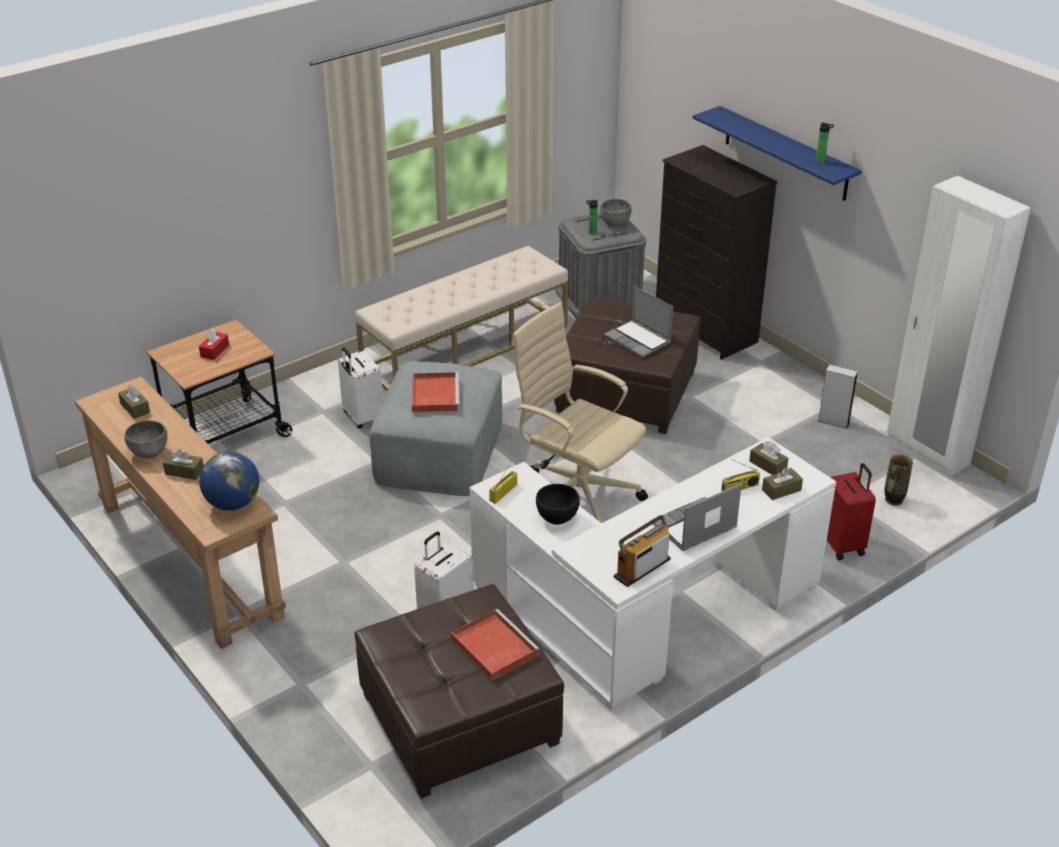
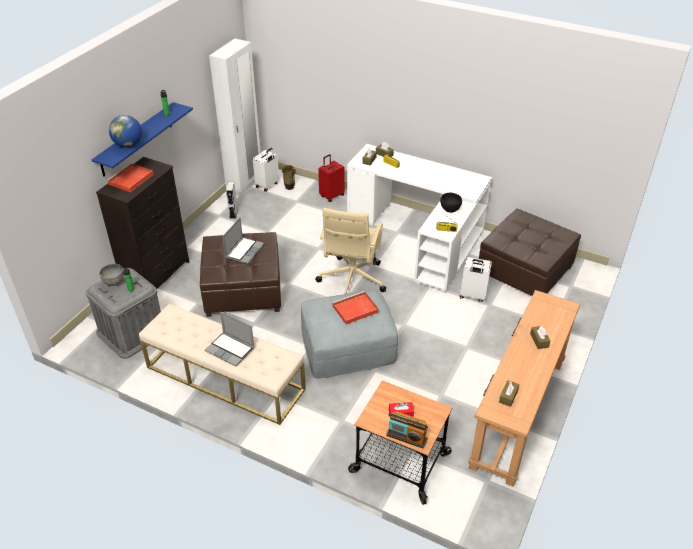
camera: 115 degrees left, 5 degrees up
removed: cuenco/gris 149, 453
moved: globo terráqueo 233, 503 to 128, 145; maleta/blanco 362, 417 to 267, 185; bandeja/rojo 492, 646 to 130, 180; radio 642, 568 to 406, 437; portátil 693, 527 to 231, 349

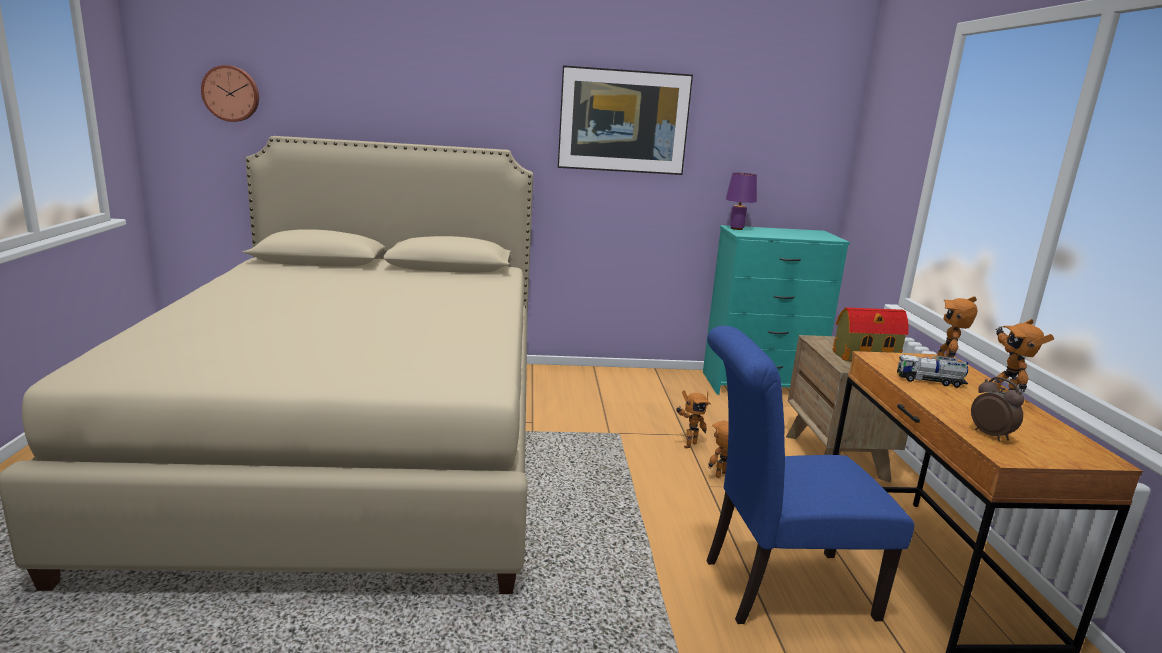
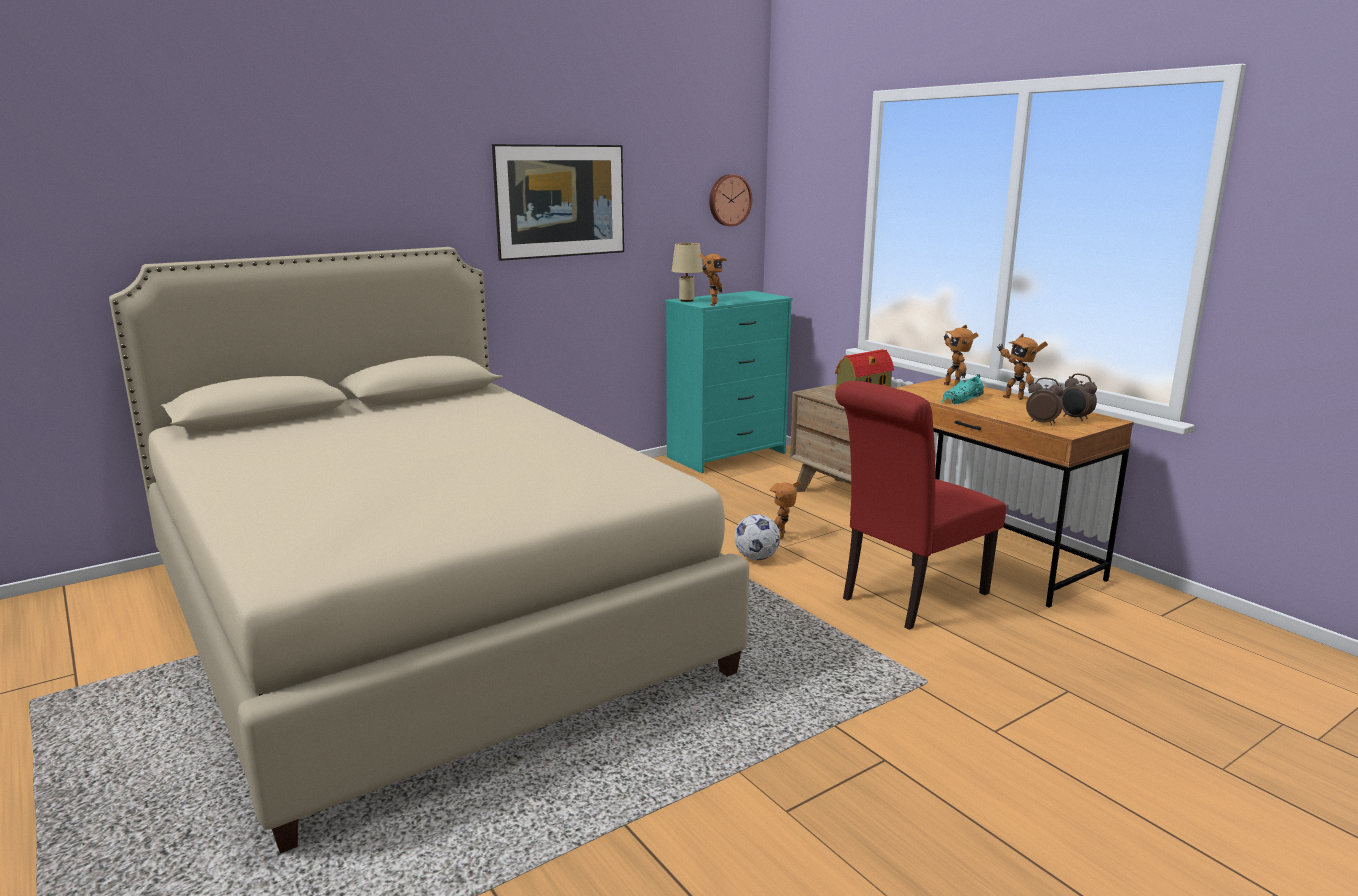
camera: 30 degrees left, 0 degrees up
added: balón de fútbol 756, 558; despertador 1075, 418
moved: reloj de pared 231, 93 to 729, 200; robot de juguete 688, 444 to 711, 304
replaced: camión de juguete 930, 381 to zapato/turquesa 962, 398
recoloured: silla/azul 777, 587 to silla/rojo 908, 598; lámpara de mesa/morado 736, 228 to lámpara de mesa/beis 686, 300

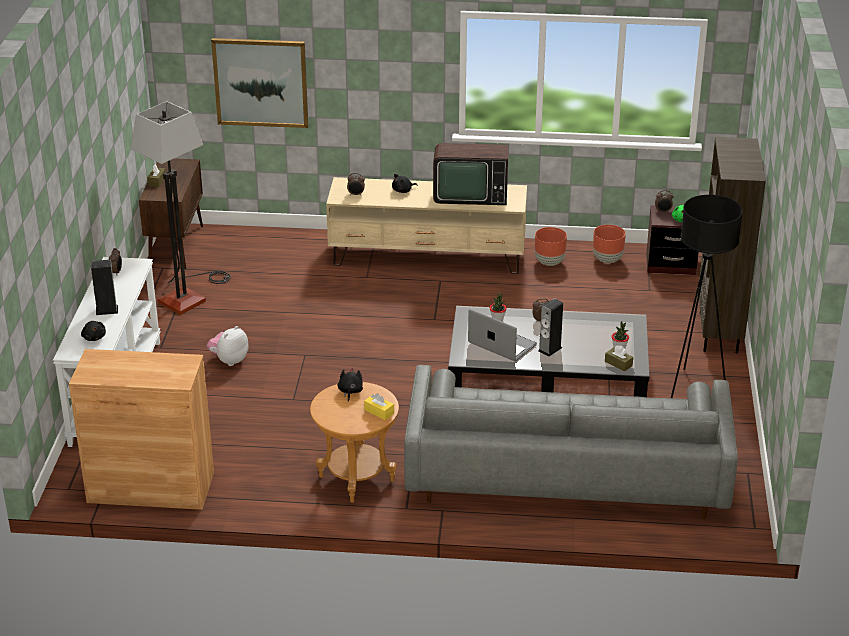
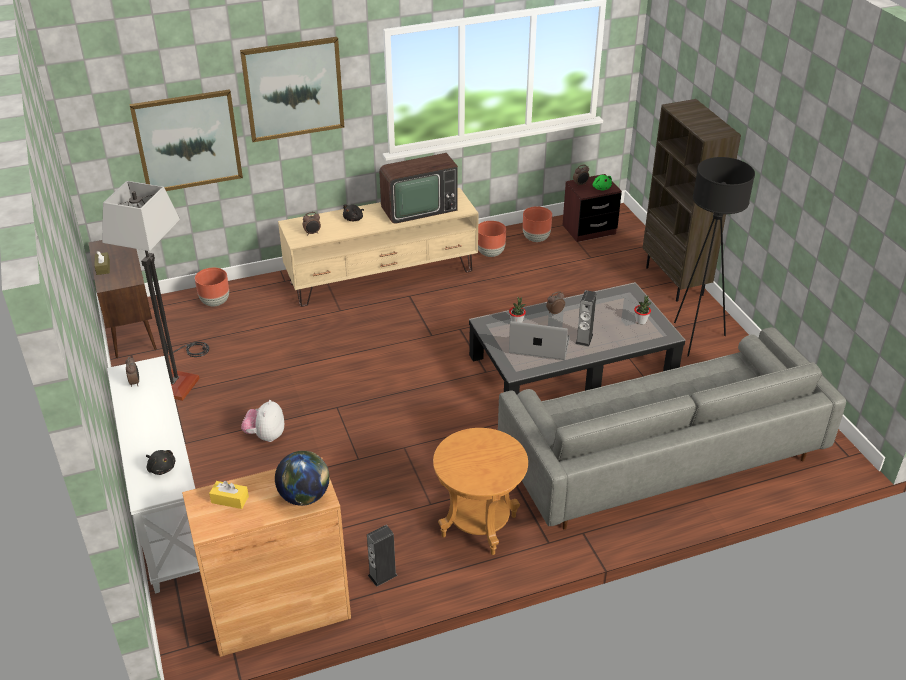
camera: 25 degrees left, 5 degrees up
removed: peluche/negro 350, 391; caja de pañuelos/marrón 618, 363
added: maceta/marrón 215, 302; cuadro 293, 89; globo terráqueo 304, 497
moved: altavoz 107, 310 to 382, 575; caja de pañuelos/amarillo 379, 411 to 230, 499

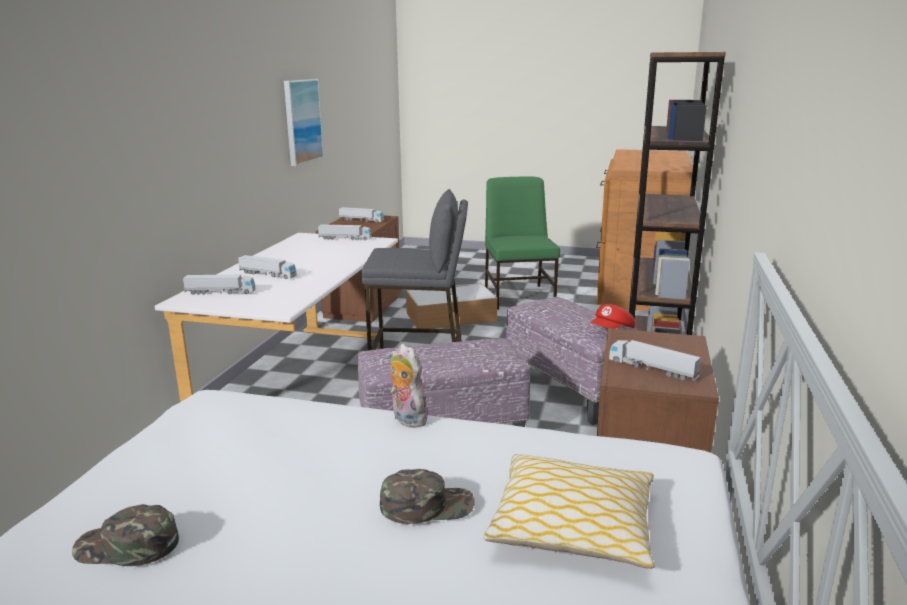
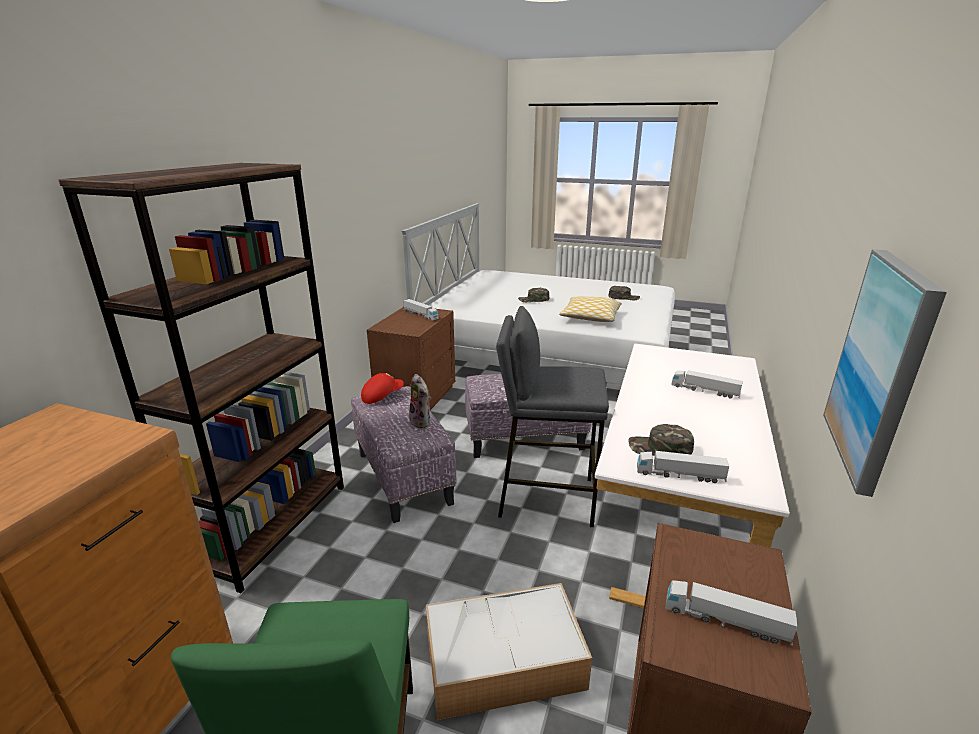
camera: 175 degrees left, 5 degrees up
removed: camión de juguete 220, 292
added: gorra/verde 660, 448
moved: peluche 406, 419 to 422, 422; cojín 573, 526 to 590, 317

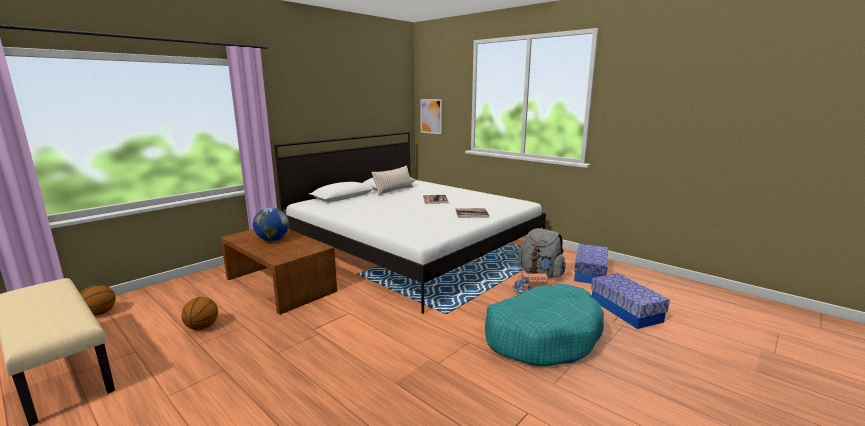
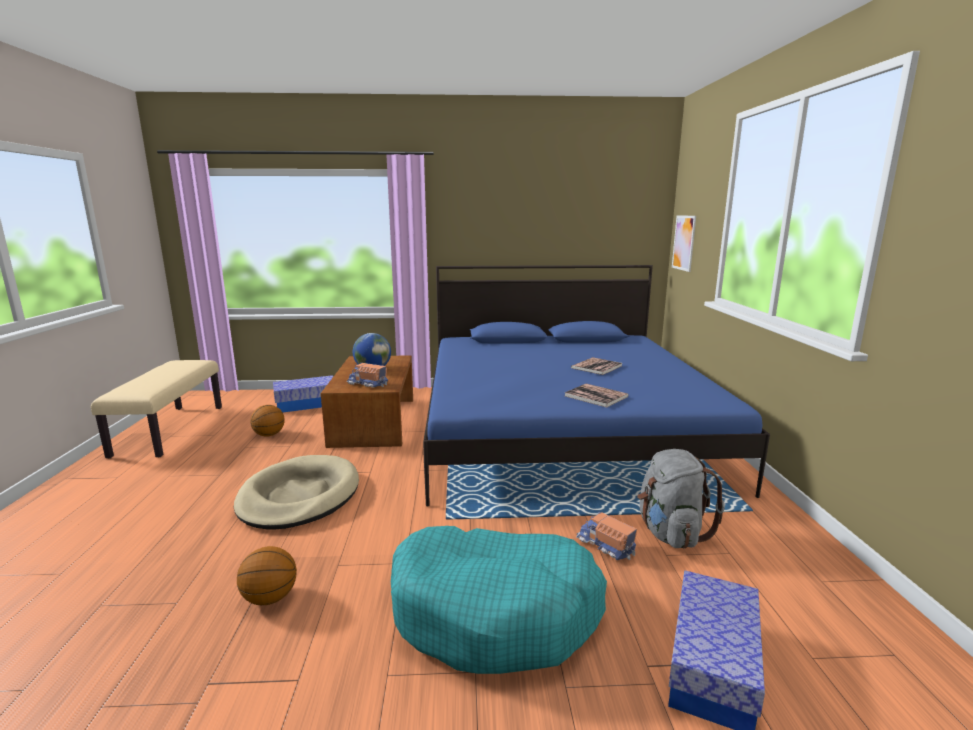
camera: 45 degrees right, 0 degrees up
removed: cojín/beis 393, 191
added: cama para perro/beis 299, 496; camión de juguete 367, 384
moved: balón de baloncesto 99, 313 to 270, 598; caja de almacenaje 590, 273 to 307, 404
recoloured: cama/blanco 414, 248 to cama/azul 562, 430

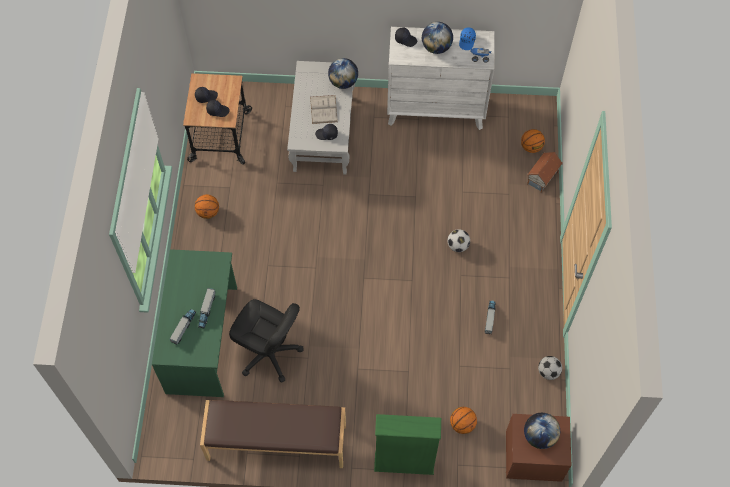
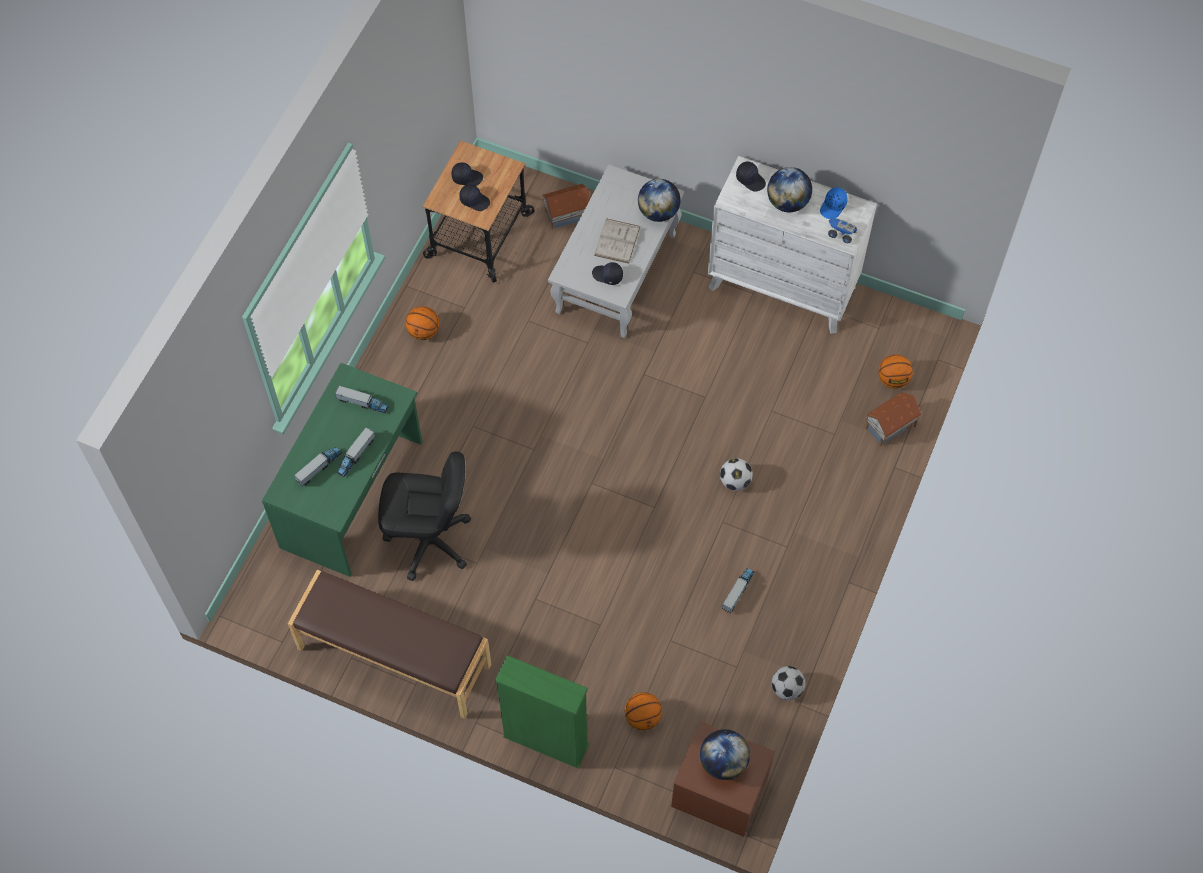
camera: 20 degrees right, 0 degrees up
added: camión de juguete 362, 403; casita 567, 216
turned: silla de oficina/negro 269, 353 = 429, 541 45 degrees counterclockwise

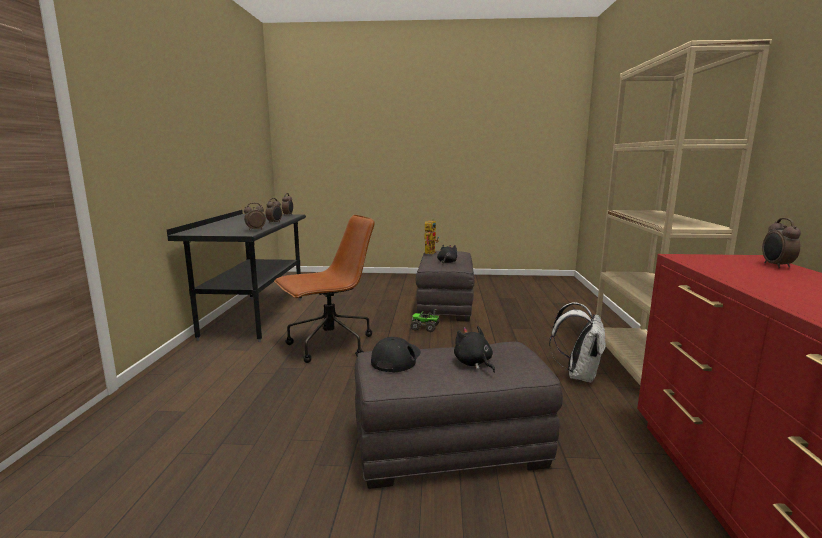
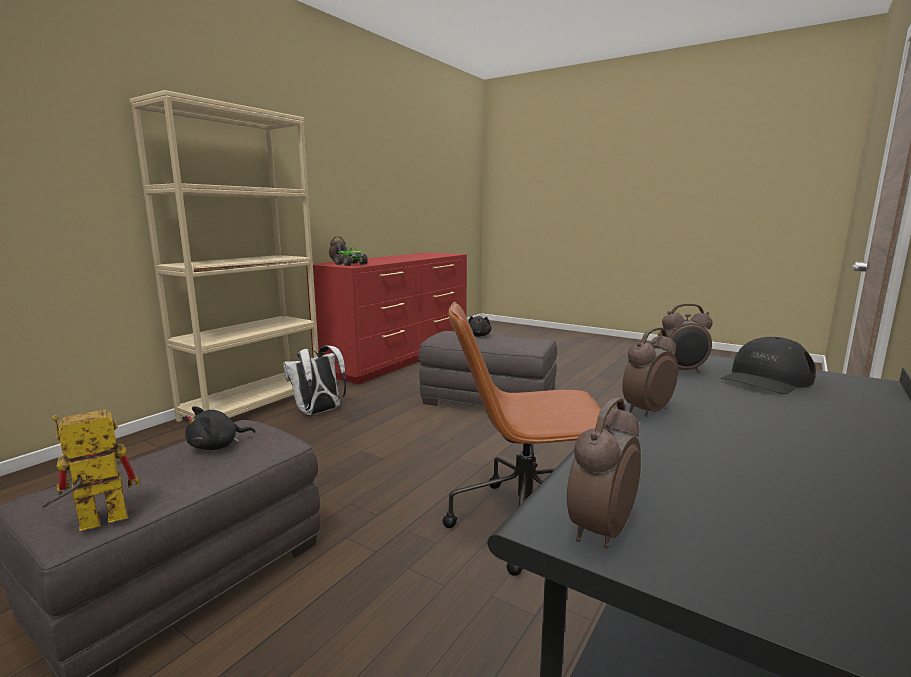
camera: 150 degrees left, 0 degrees up
moved: gorra/negro 396, 359 to 766, 379; camión de juguete 425, 327 to 350, 264

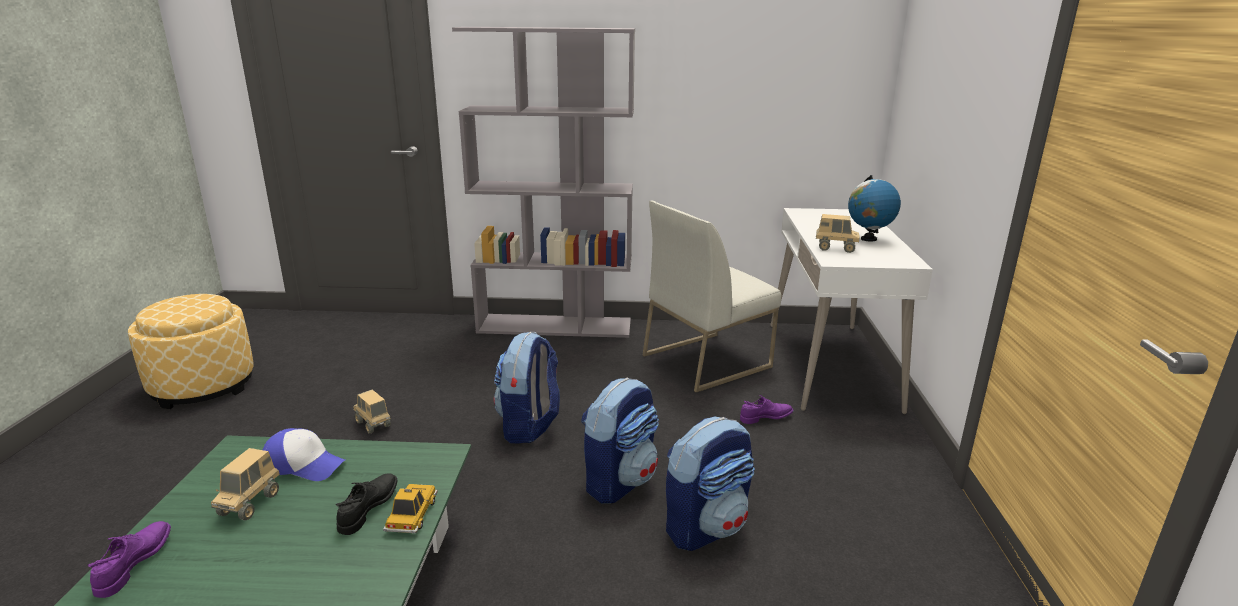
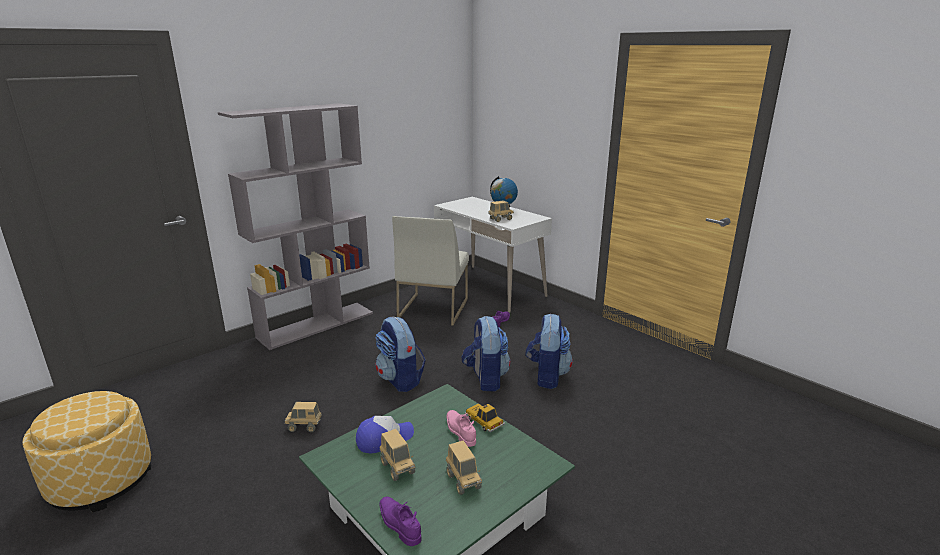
camera: 45 degrees left, 0 degrees up
added: camión de juguete 463, 481
recoloured: zapato/negro 368, 508 to zapato/rosa 460, 432

